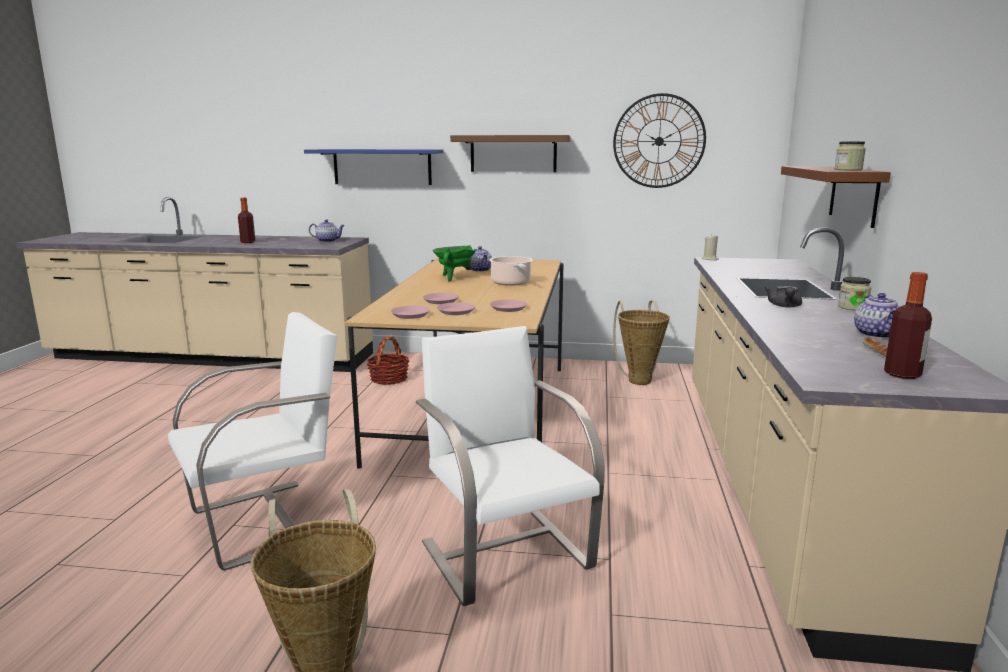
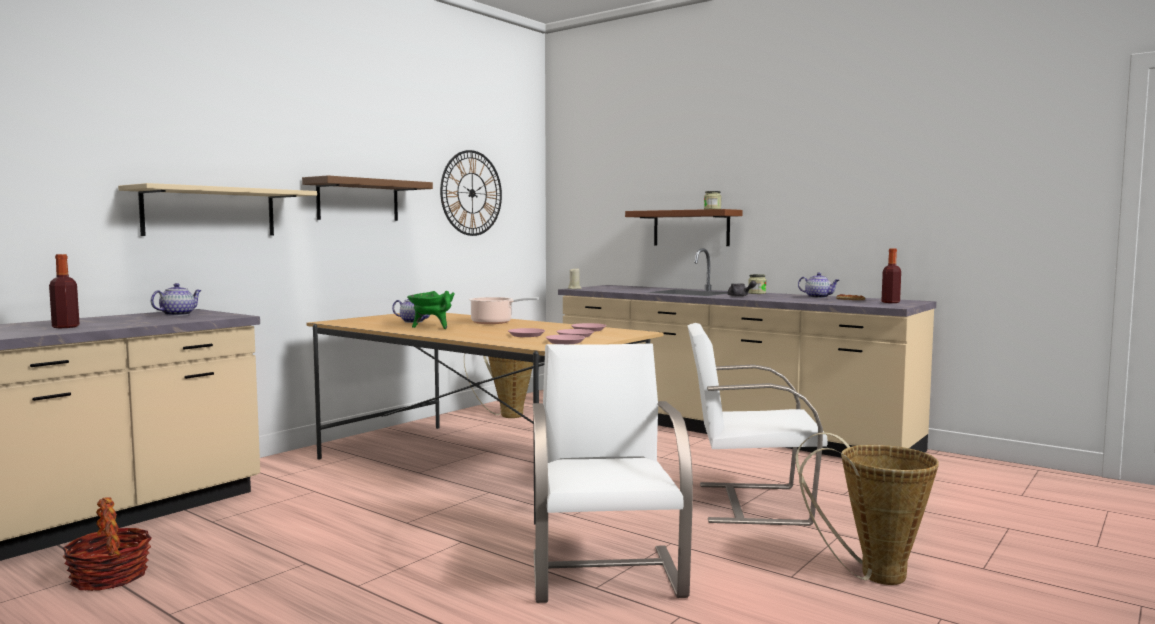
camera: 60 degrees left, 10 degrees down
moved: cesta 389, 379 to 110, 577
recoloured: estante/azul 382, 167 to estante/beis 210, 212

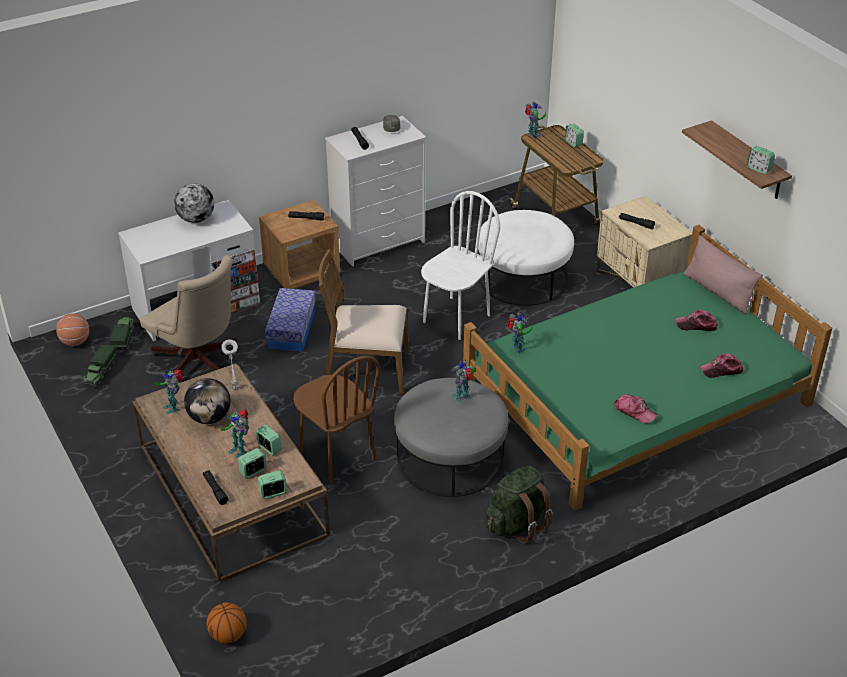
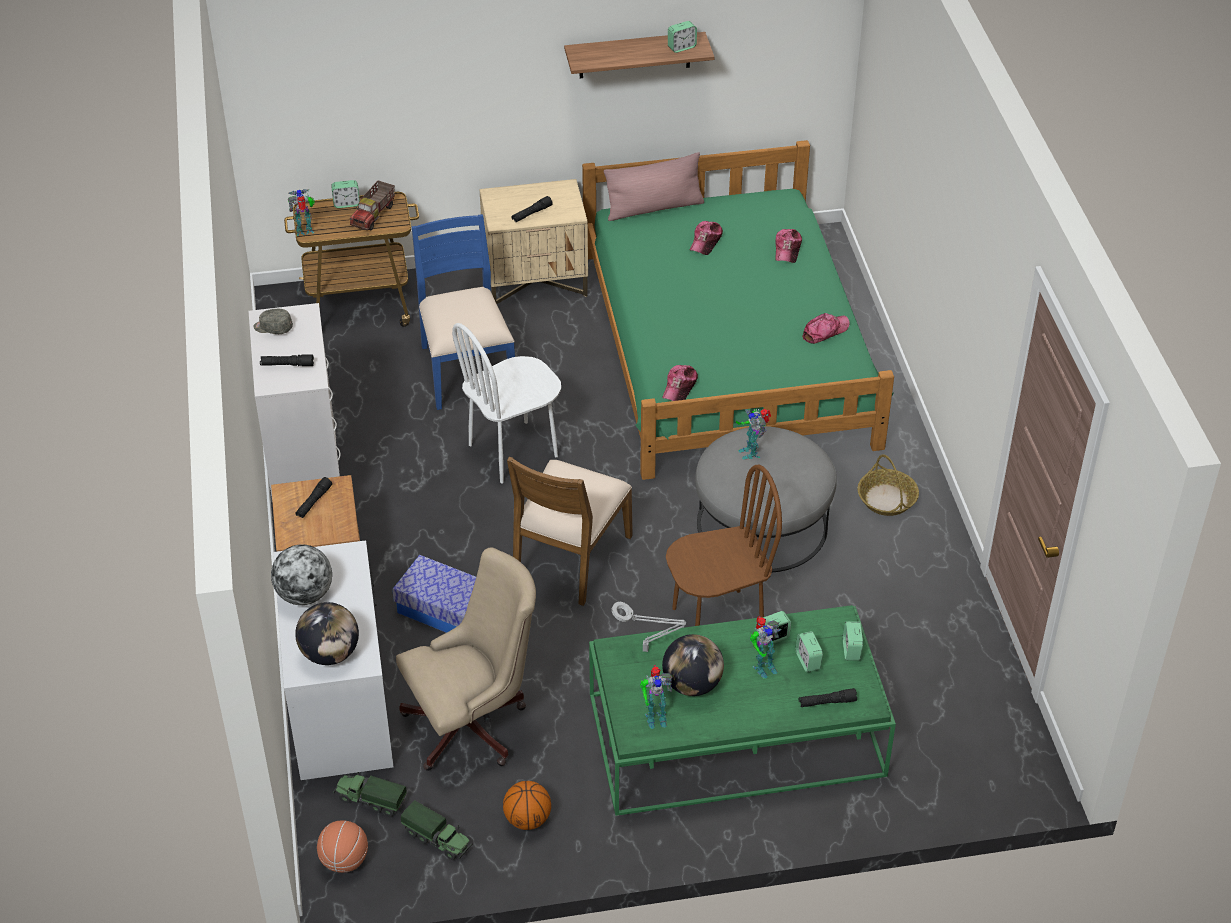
camera: 70 degrees left, 5 degrees up
added: globo terráqueo 330, 654; camión de juguete 374, 215
moved: balón de baloncesto 228, 635 to 527, 819
replaced: puf/blanco 523, 277 to silla/azul 466, 370; mochila/verde 517, 524 to cesta 887, 499; robot de juguete 517, 349 to gorra 680, 387
recoloured: mesa de centro/marrón 231, 489 to mesa de centro/verde 734, 736
turned: silla/blanco 456, 318 = 513, 451 90 degrees counterclockwise

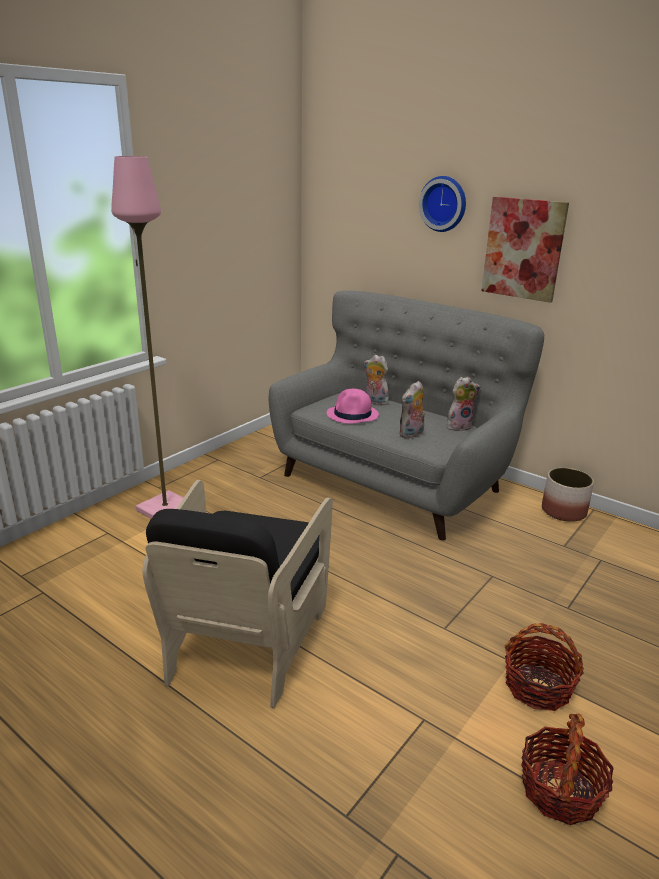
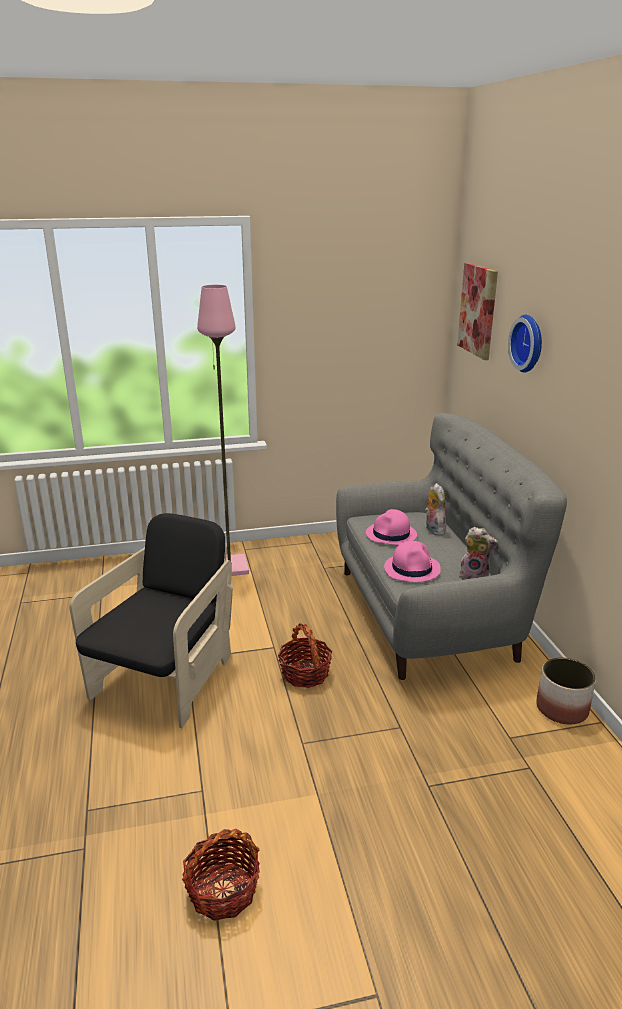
camera: 40 degrees right, 0 degrees up
moved: cuadro 523, 249 to 478, 310; cesta 538, 687 to 305, 673
replaced: peluche 411, 434 to sombrero/rosa 412, 568
turned: sillón/negro 246, 641 = 166, 679 150 degrees clockwise

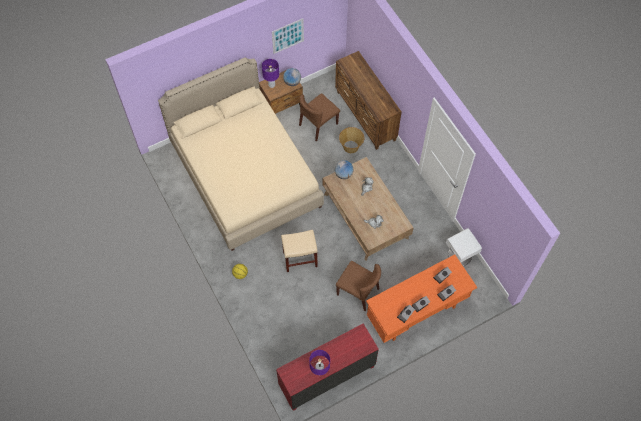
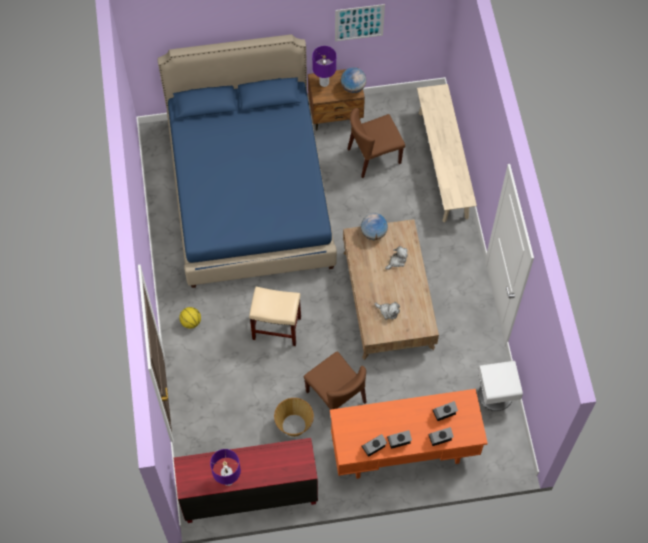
camera: 20 degrees right, 0 degrees up
moved: cesta 351, 147 to 294, 425
replaced: cómoda/marrón 365, 116 to banco/beis 443, 164
recoloured: cama/beis 245, 175 to cama/azul 249, 193

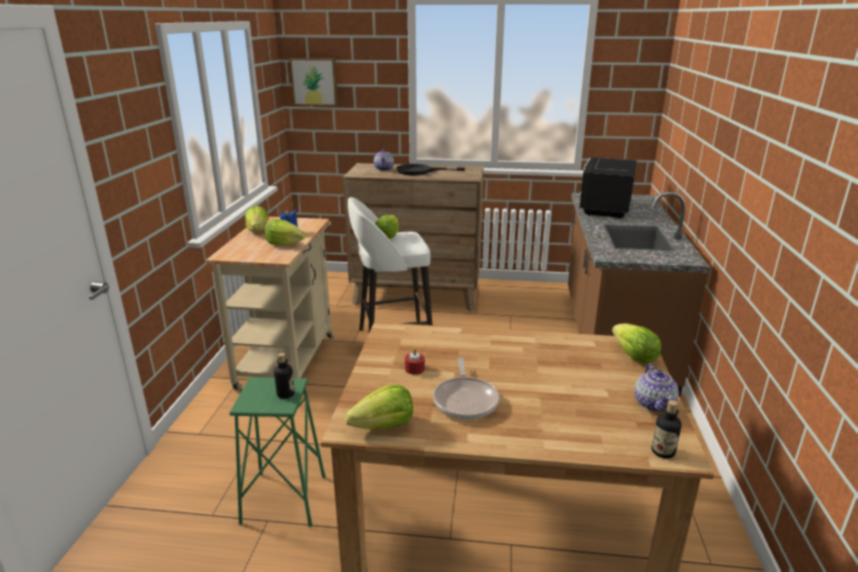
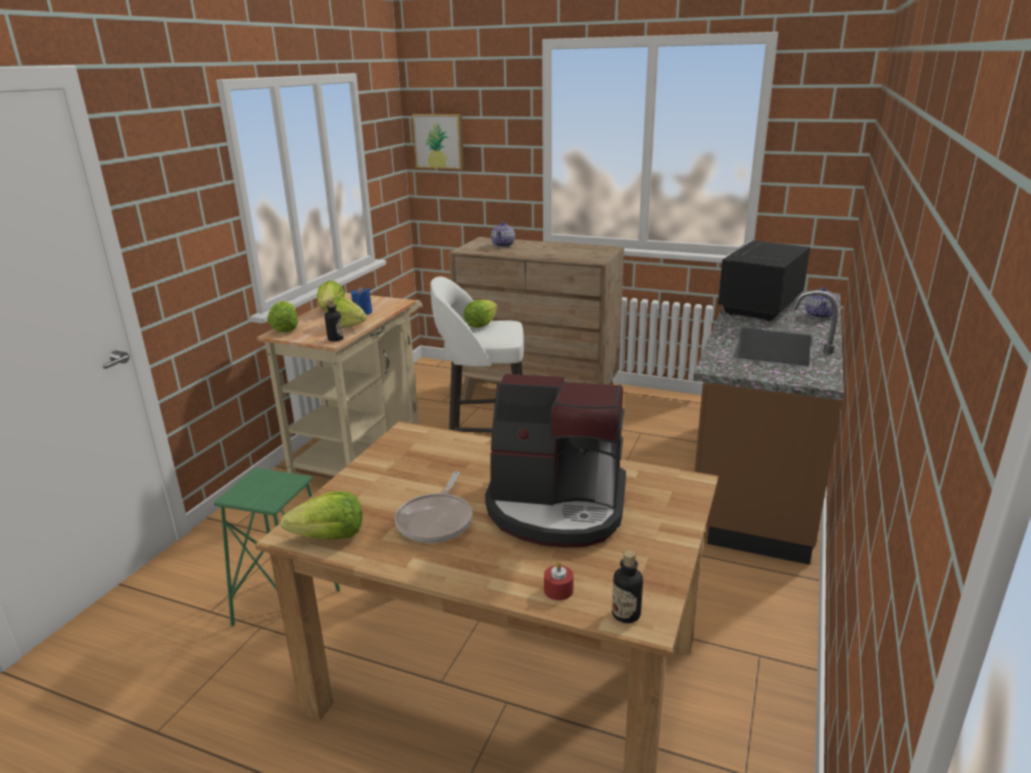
camera: 15 degrees right, 0 degrees up
removed: sartén/negro 420, 171
added: cafetera 557, 507
moved: botella 286, 394 to 335, 339; vela/rojo 414, 369 to 558, 590; lechuga 633, 357 to 285, 329; tetera 654, 404 to 819, 315

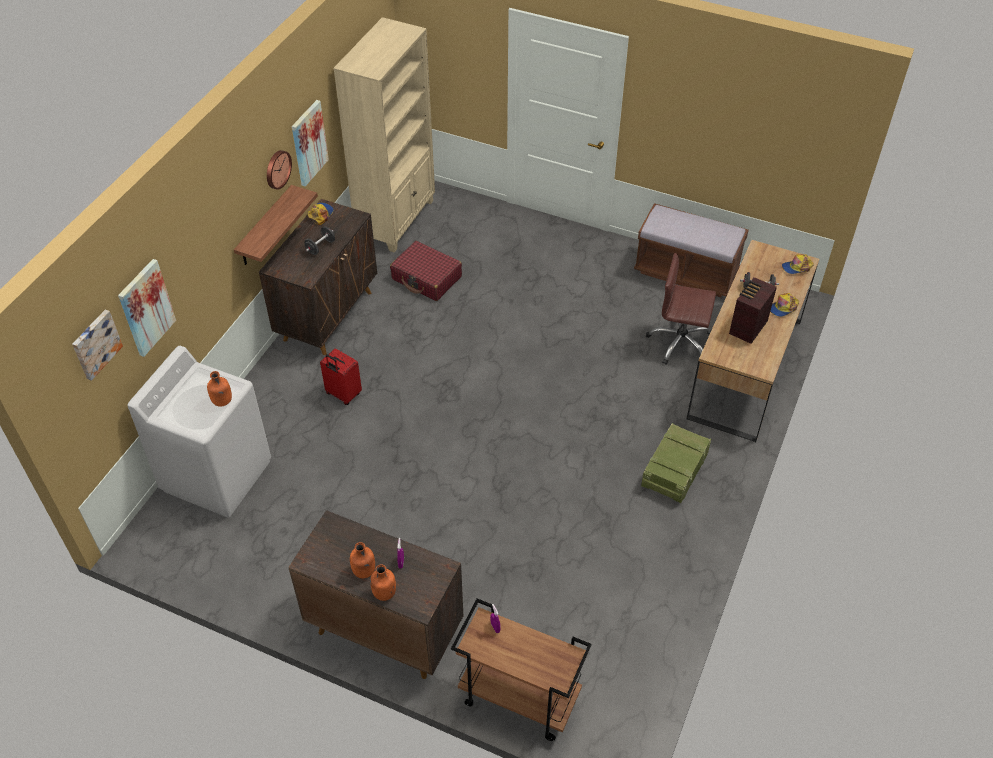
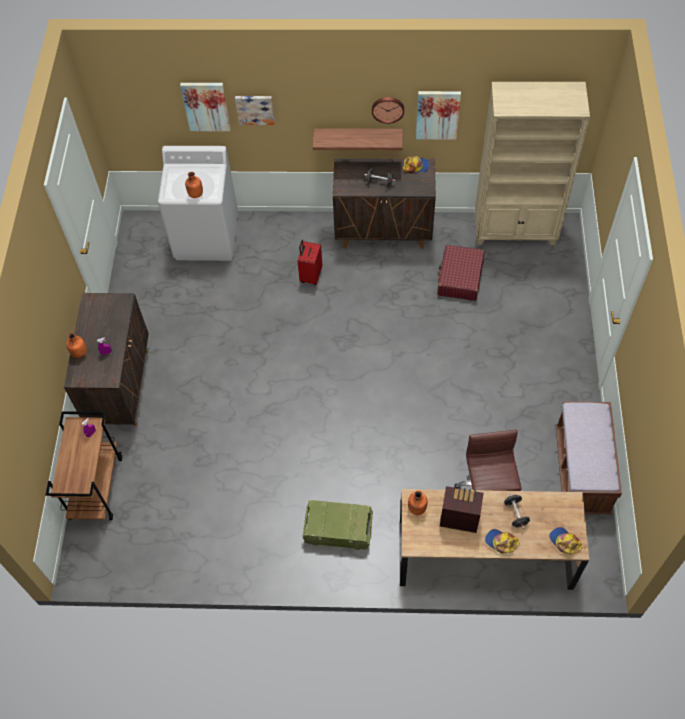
camera: 70 degrees right, 10 degrees up
moved: cuadro 95, 344 to 255, 108; botella/naranja 364, 571 to 416, 508

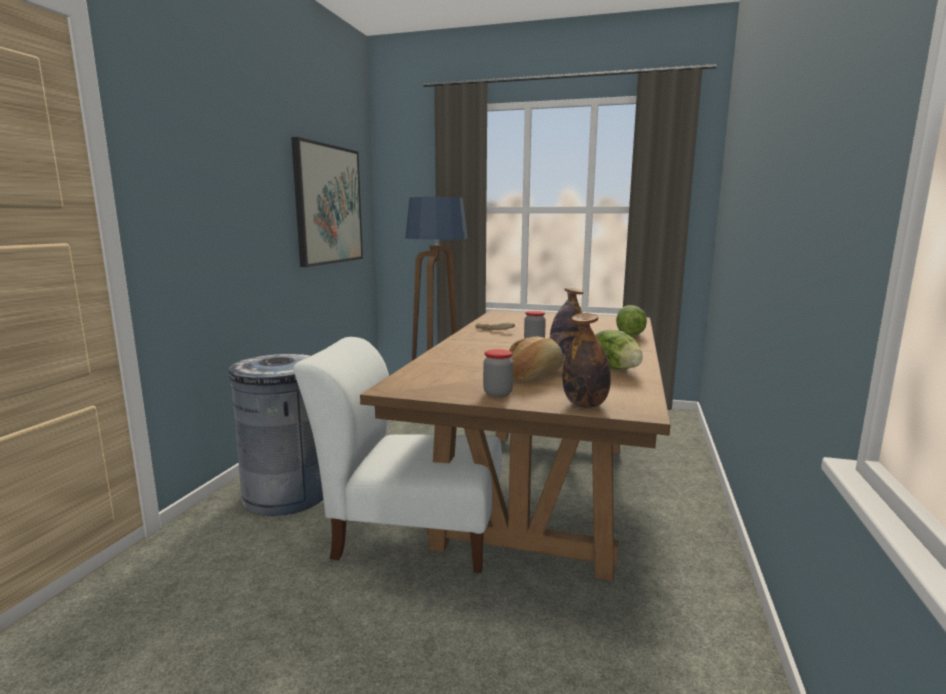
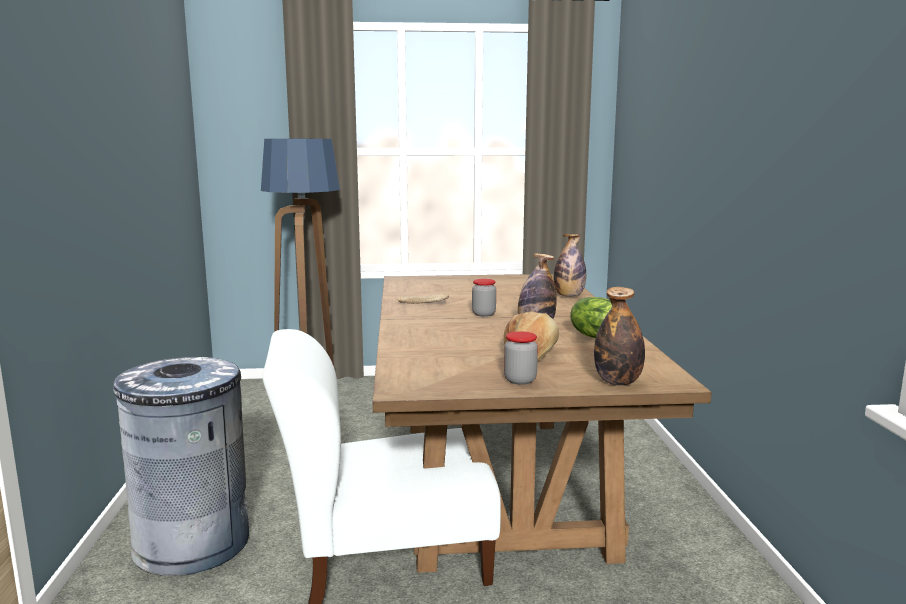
camera: 20 degrees left, 0 degrees up
removed: cuadro 328, 205
replaced: lechuga 629, 334 to botella 569, 296

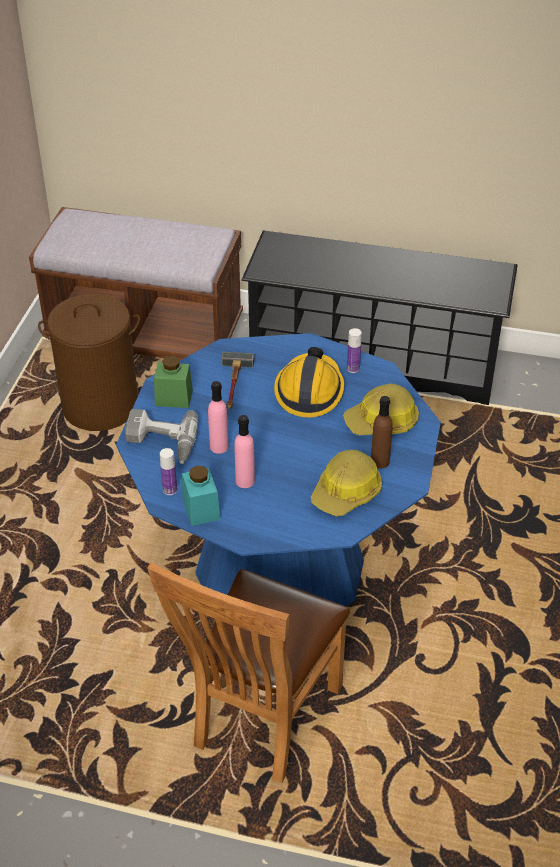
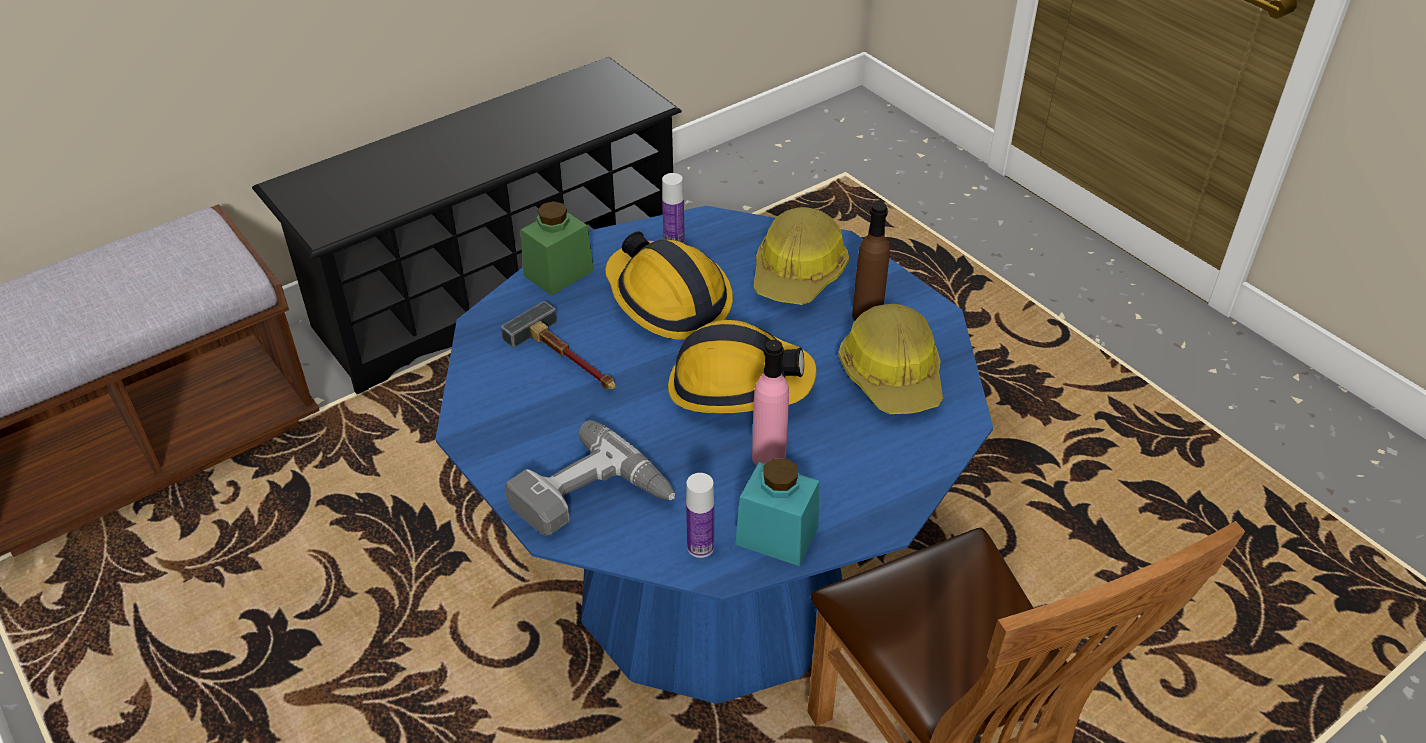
camera: 50 degrees left, 0 degrees up
removed: cesto de la ropa/marrón 101, 406; botella/rosa 219, 447
added: casco 738, 385
moved: tarro/verde 173, 398 to 558, 273

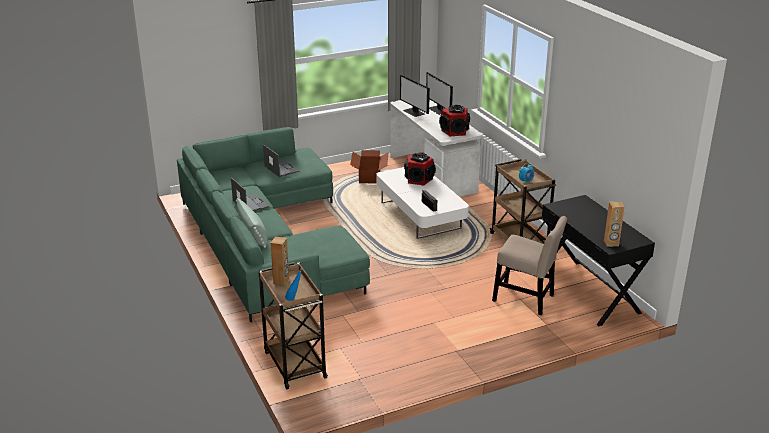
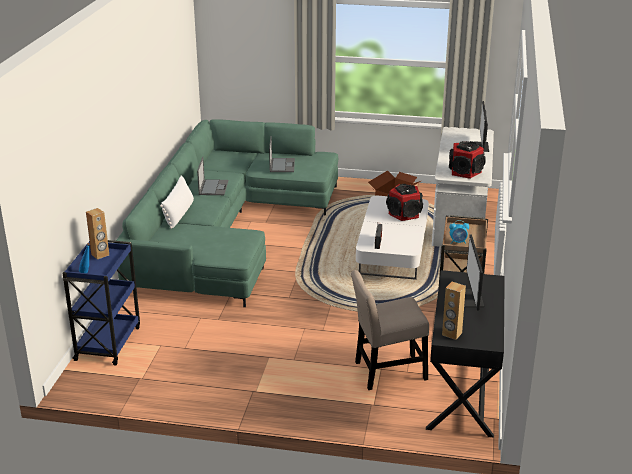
camera: 35 degrees right, 0 degrees up
moved: monitor 414, 112 to 472, 298
recoloured: cojín/verde 253, 234 to cojín/blanco 179, 214; carrito/marrón 294, 363 to carrito/azul 108, 342
turned: silla/beis 526, 299 = 387, 372 105 degrees clockwise

